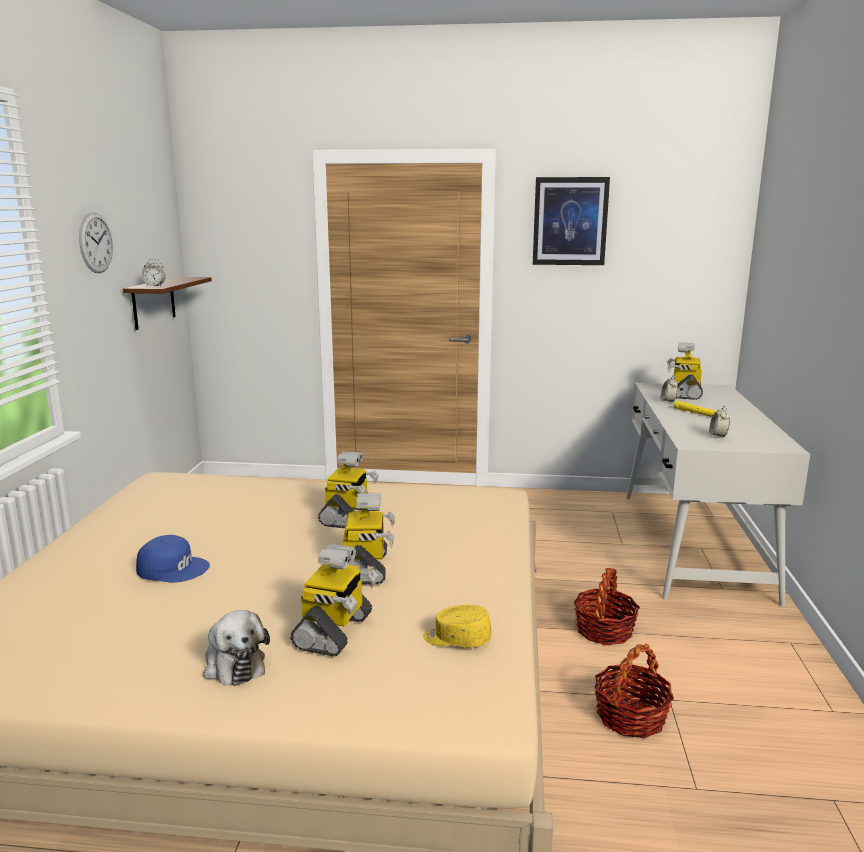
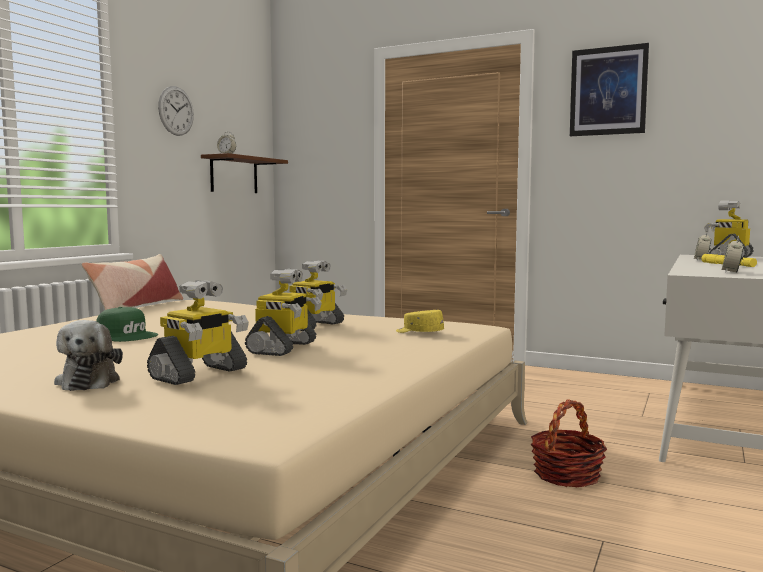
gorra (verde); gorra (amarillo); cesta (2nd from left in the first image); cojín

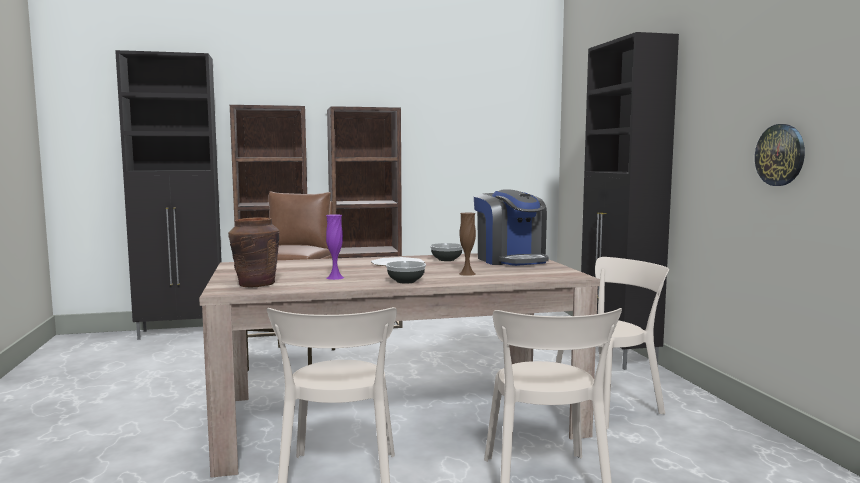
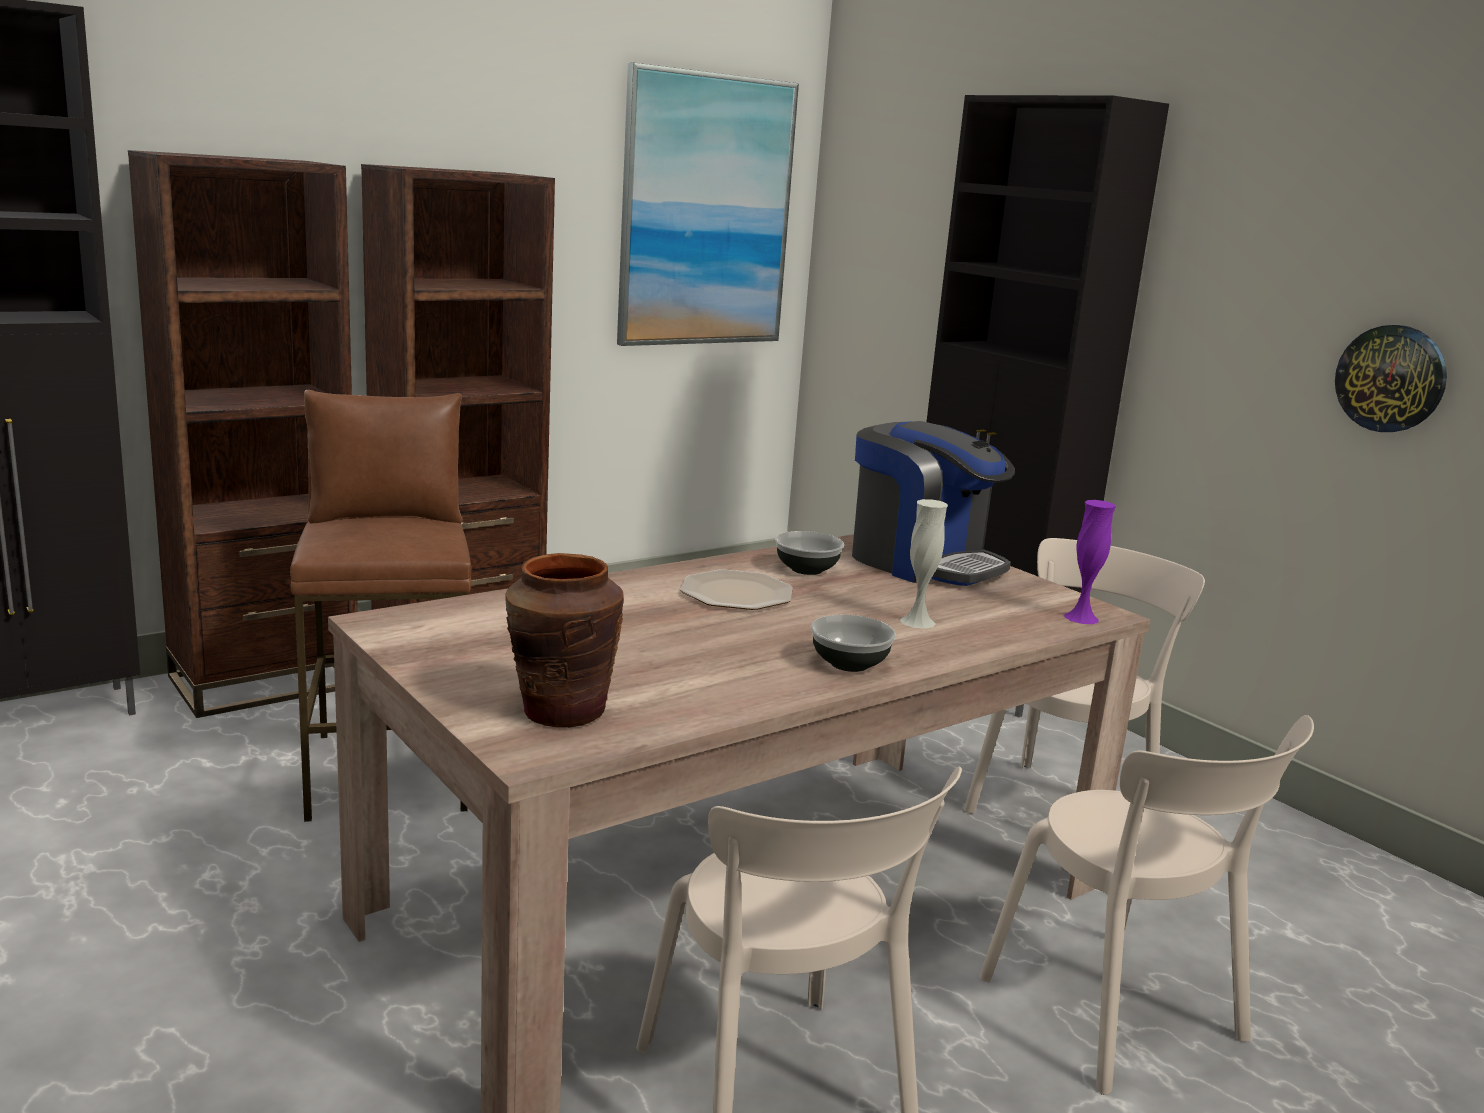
florero (morado); florero (blanco); cuadro

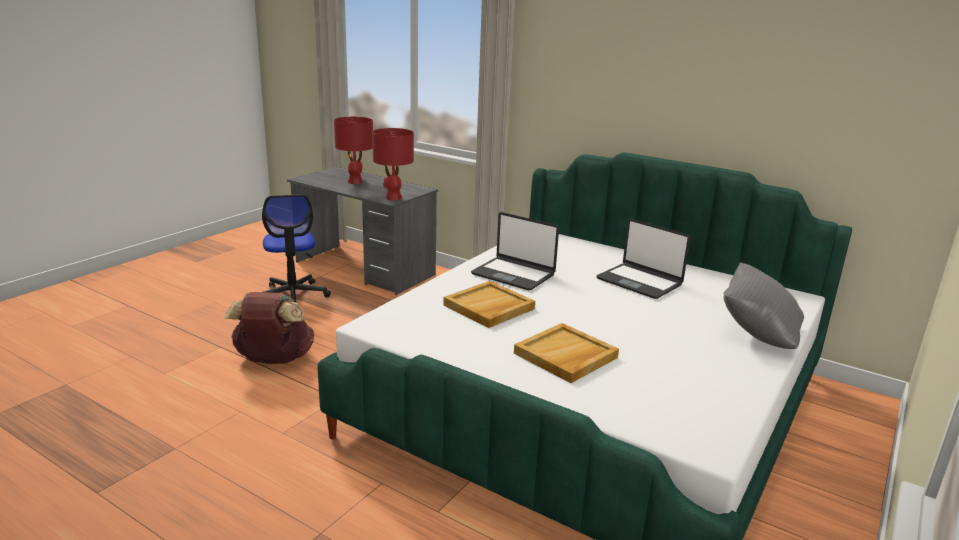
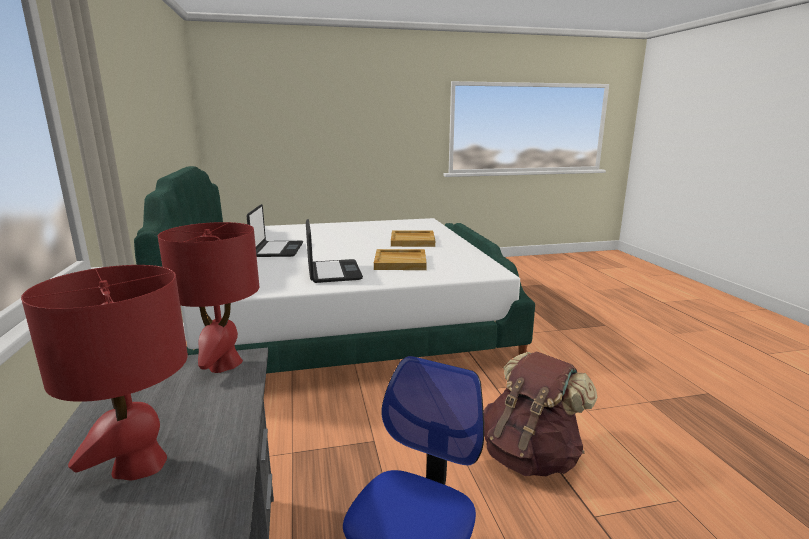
cojín (gris)

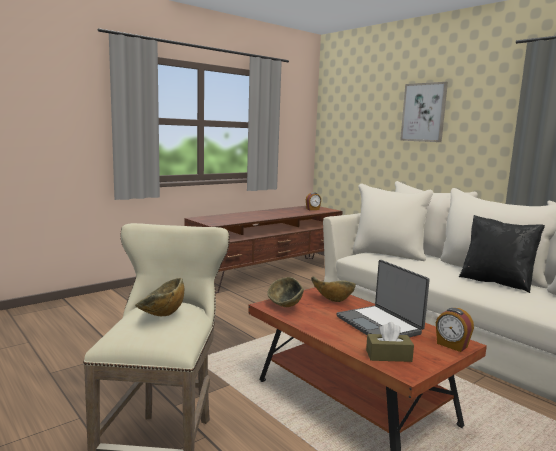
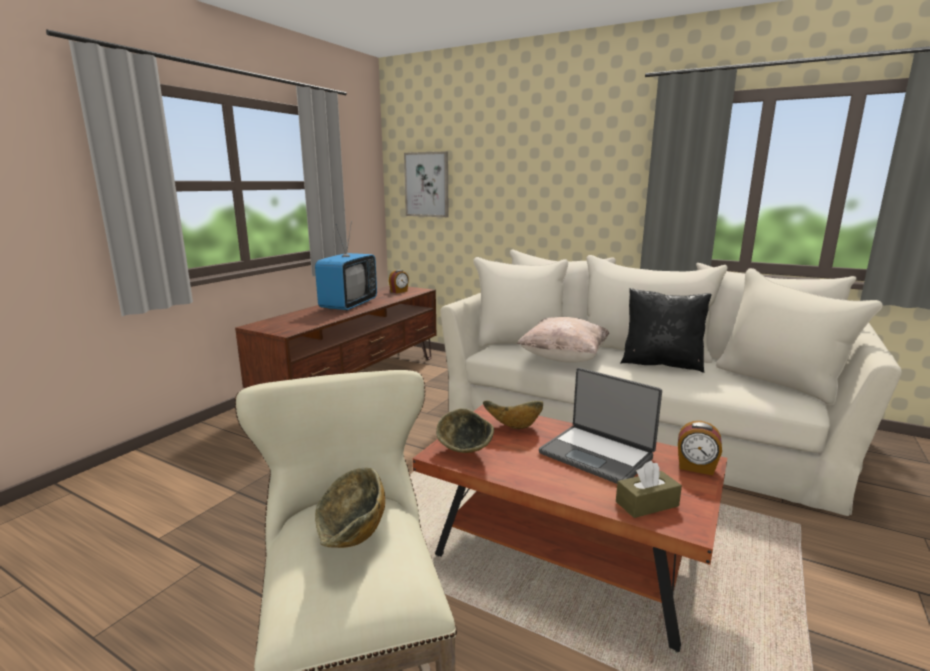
cuadro; televisor; cojín (beis)

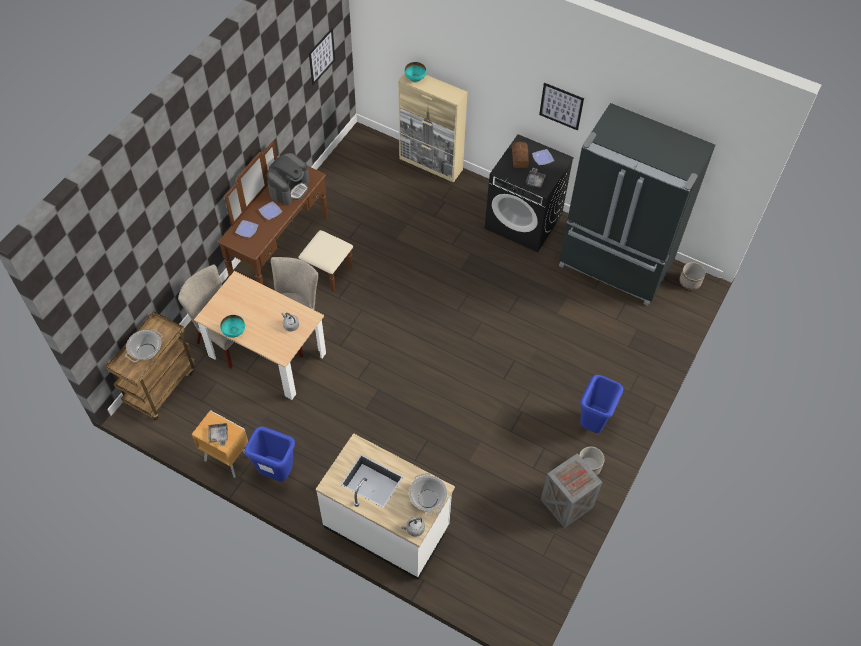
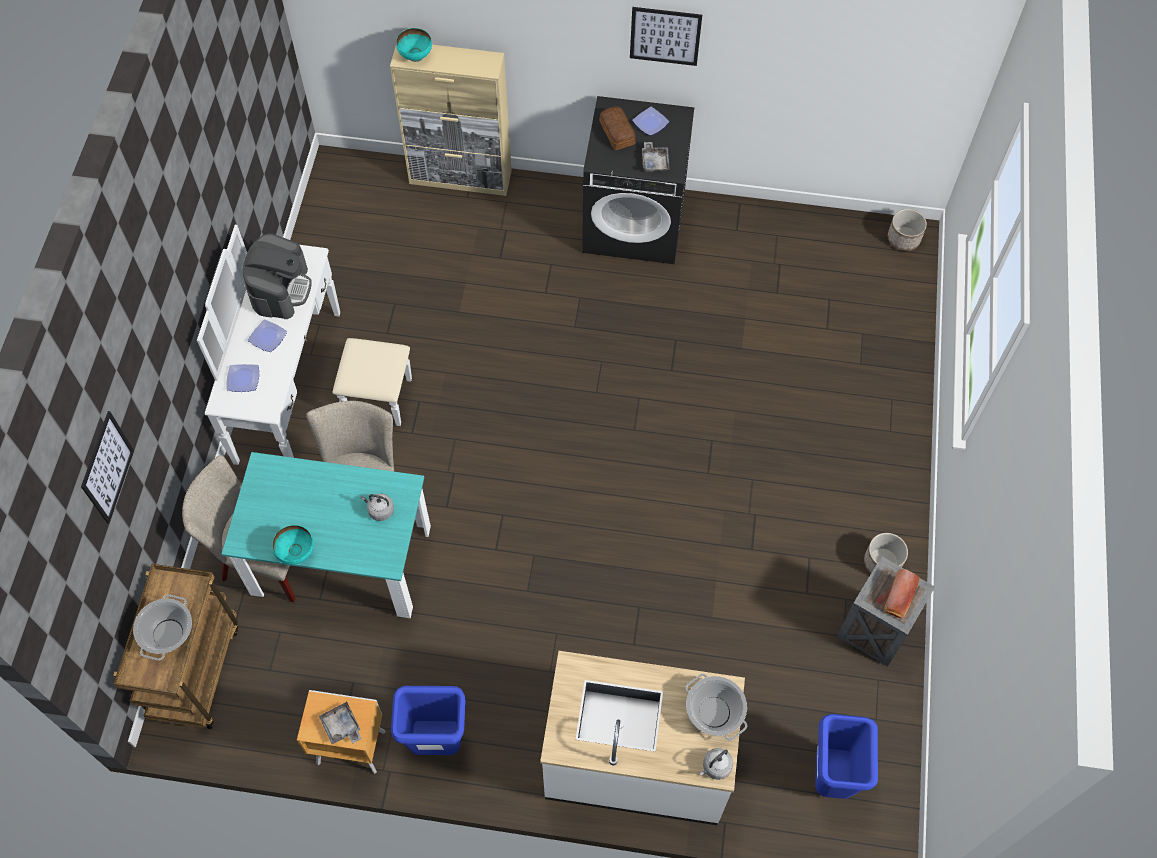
mesa de comedor (turquesa); cómoda (blanco); cuadro (1st from left); nevera (negro); papelera (azul) (2nd from left); pan (2nd from left)

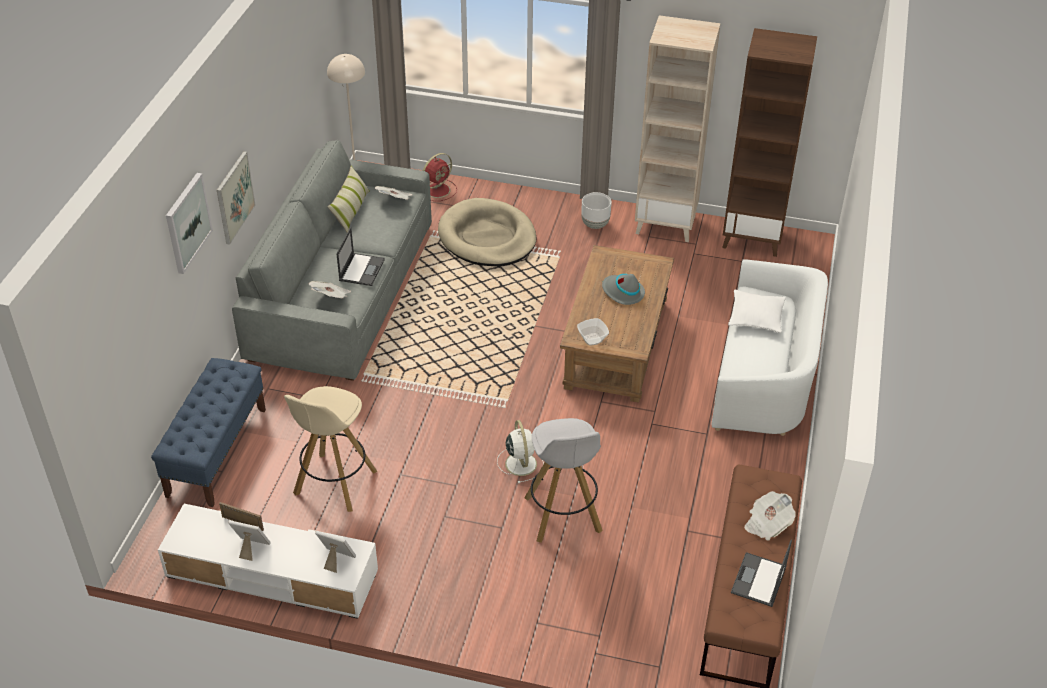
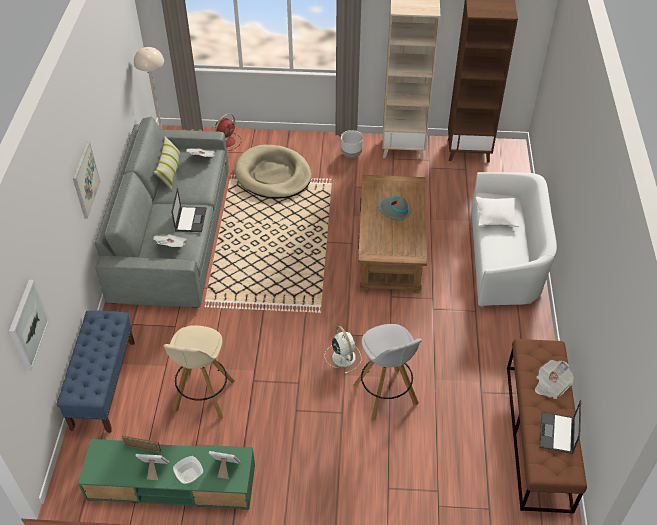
mueble de televisión (verde); cuadro (1st from left); cuenco

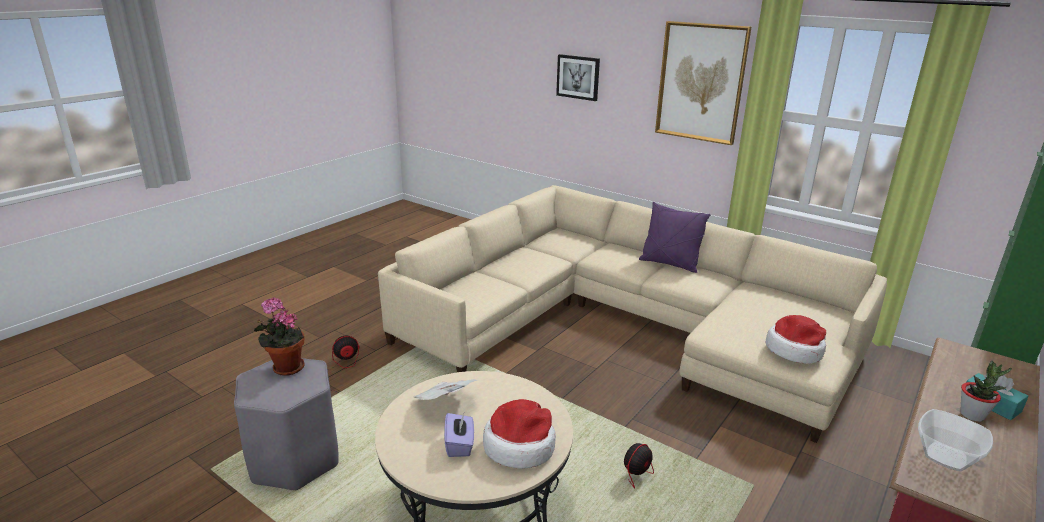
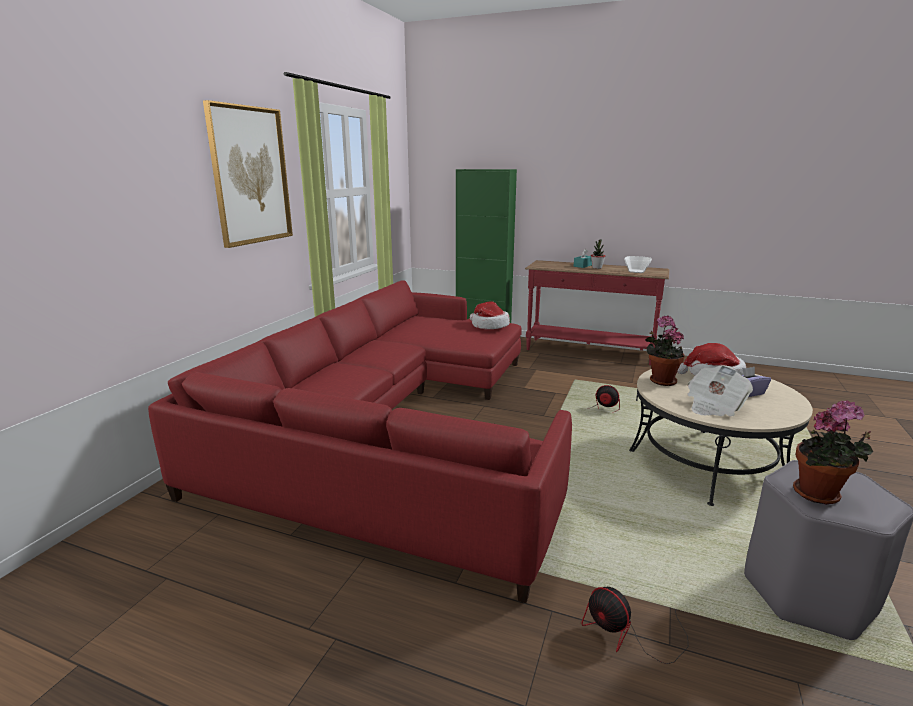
sofá (rojo); cuadro (1st from left in the first image); cojín (morado); planta en maceta (2nd from left)

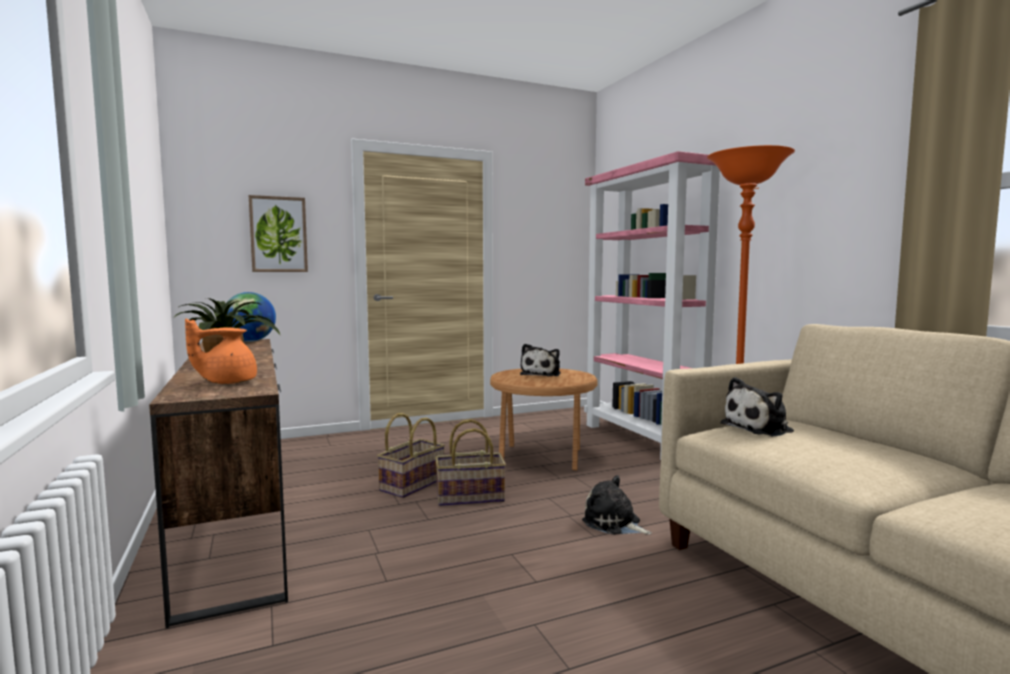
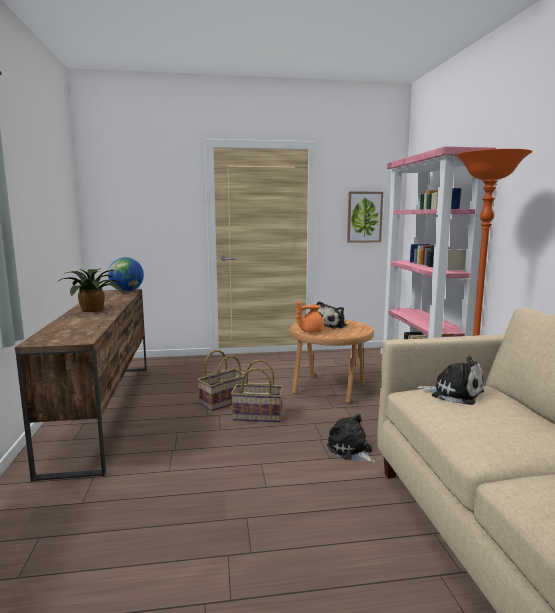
tetera (naranja); cuadro; peluche (3rd from left)

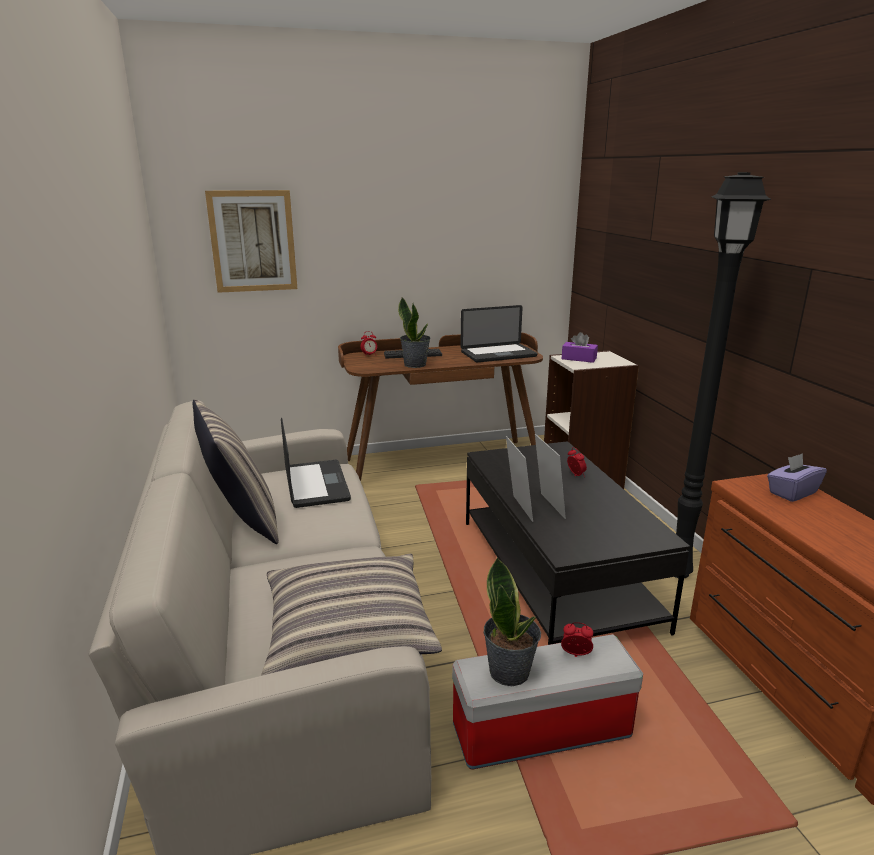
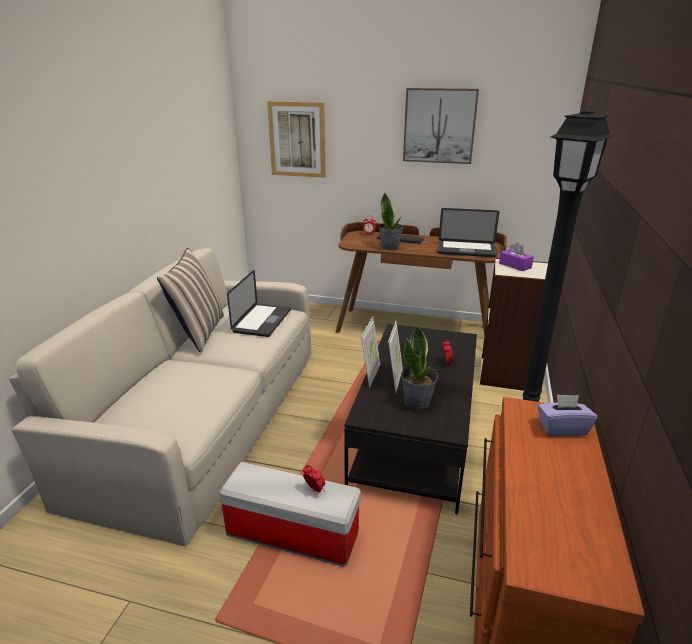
cojín (2nd from left in the first image); planta en maceta (2nd from left); cuadro (2nd from left)

